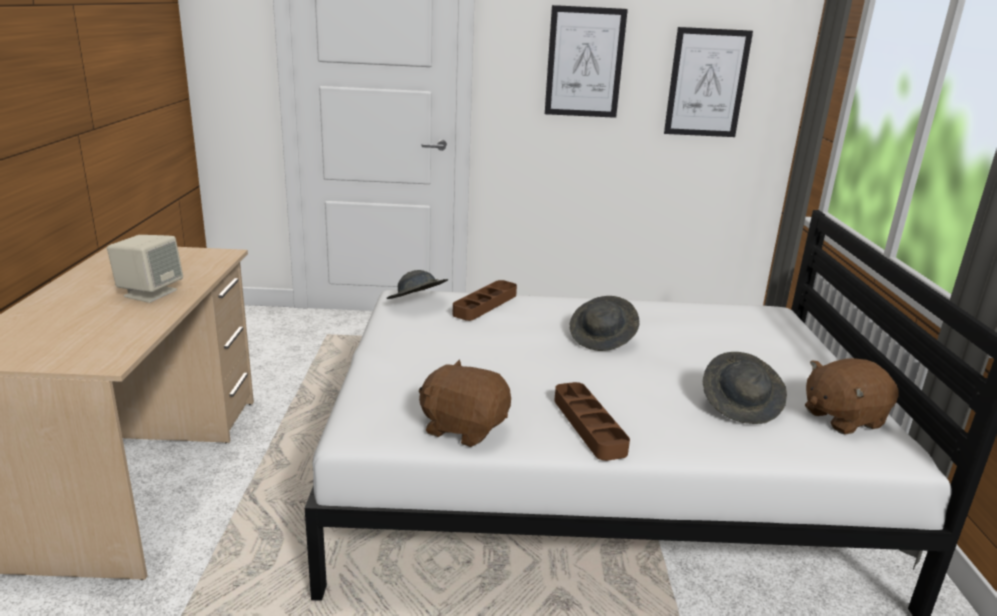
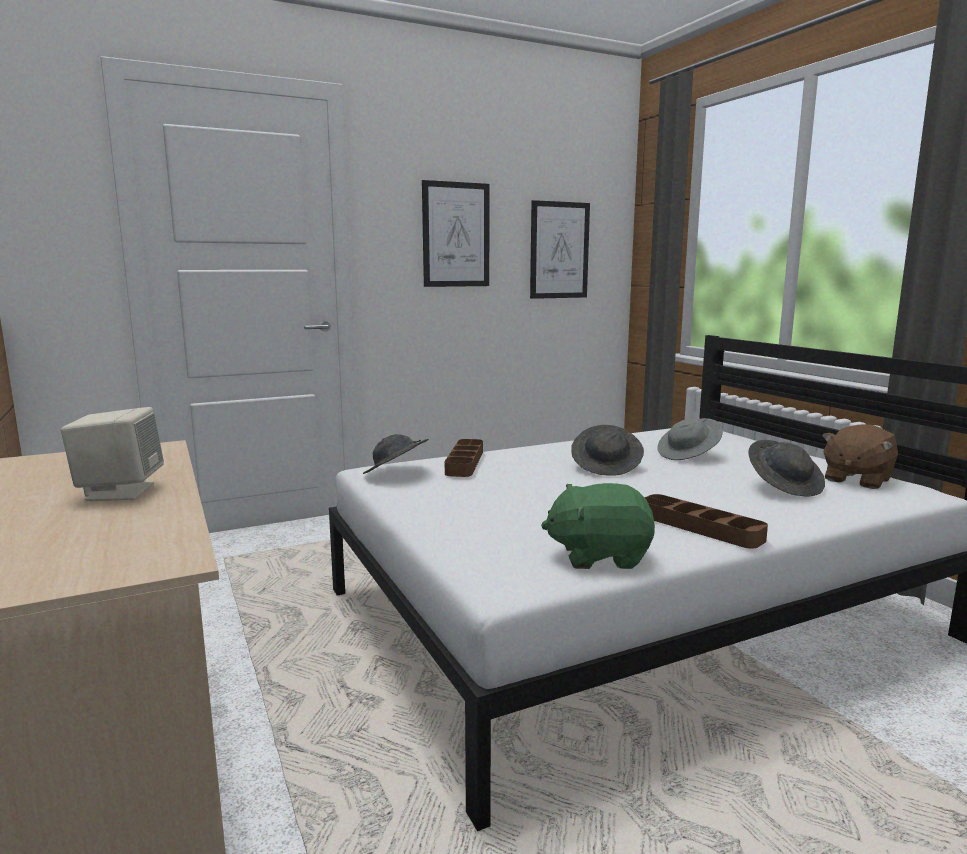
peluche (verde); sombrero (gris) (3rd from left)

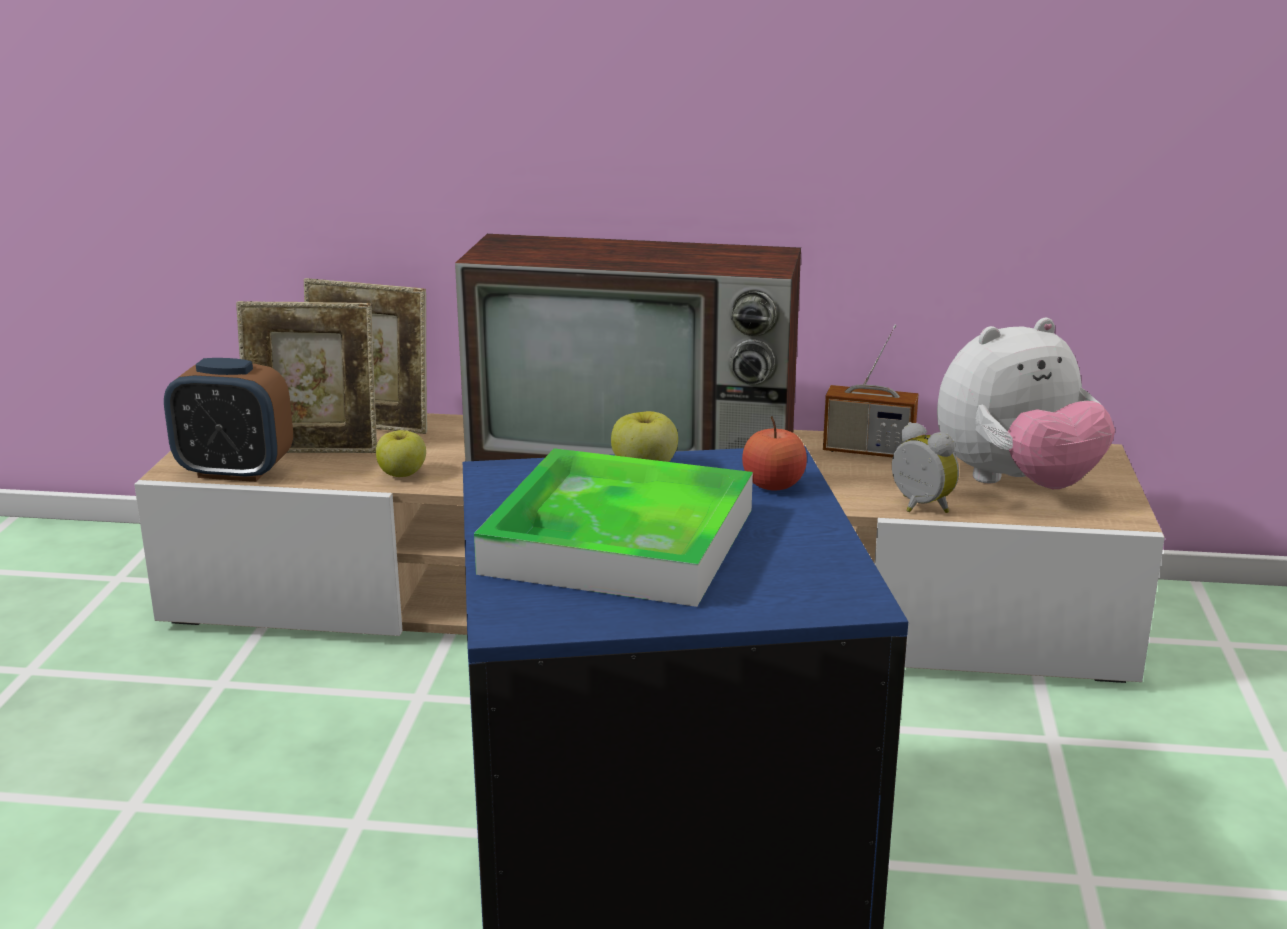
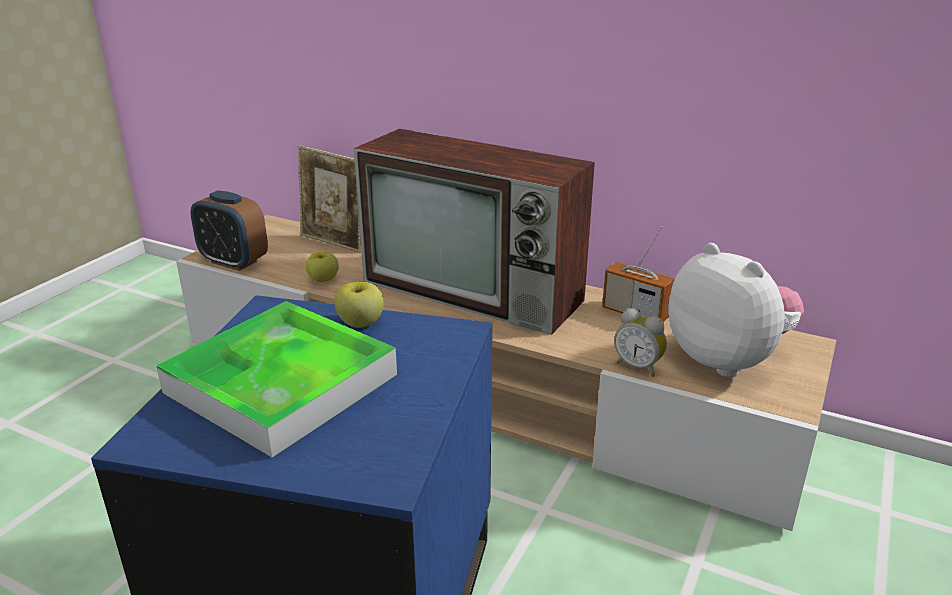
portarretratos (1st from left in the first image); manzana (3rd from left in the first image); despertador (2nd from left); peluche

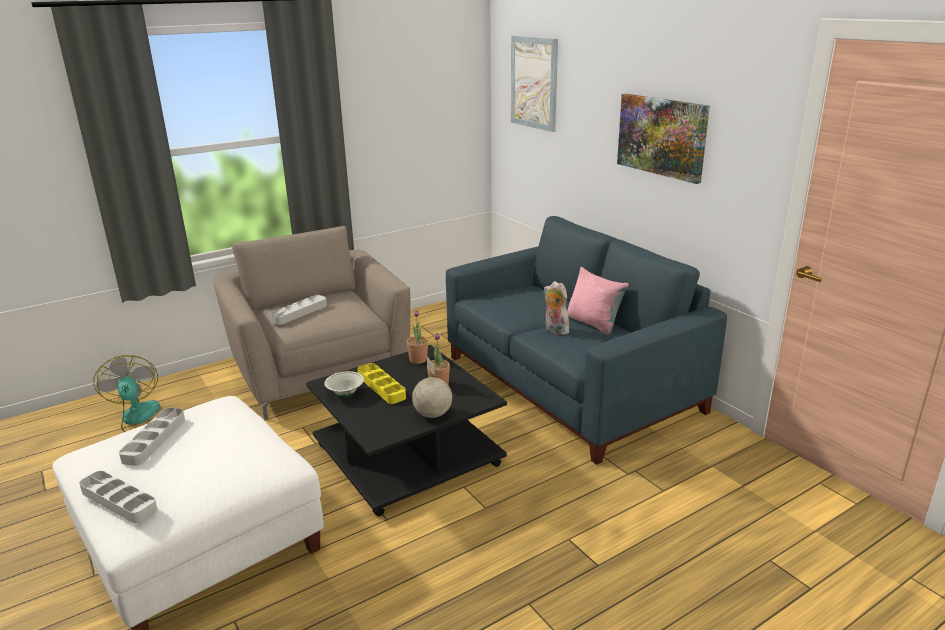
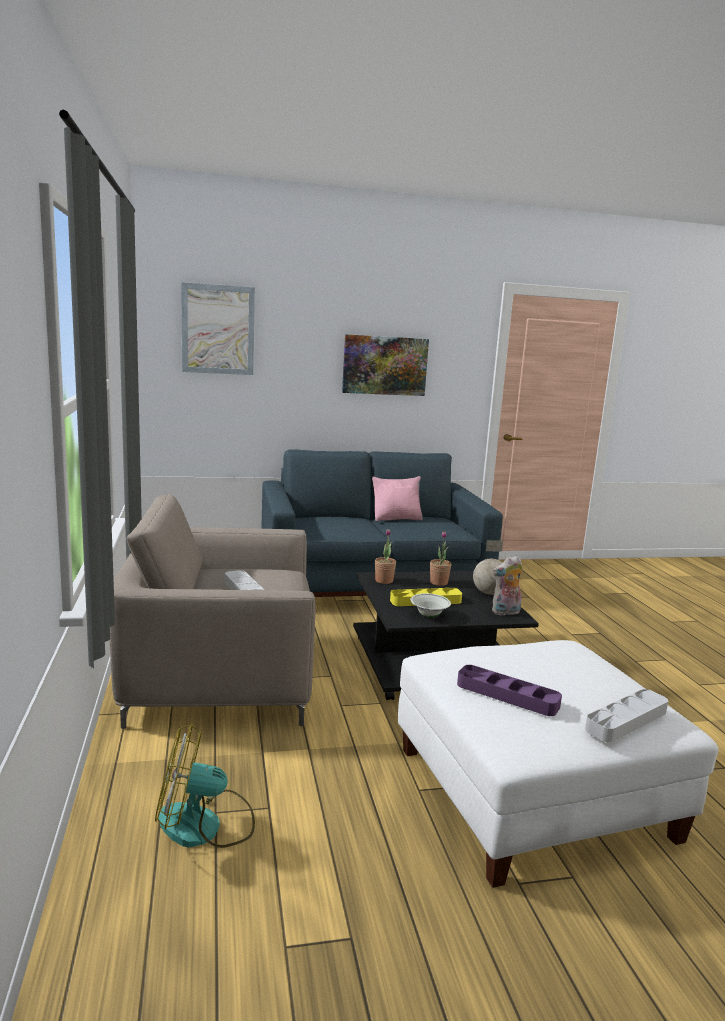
bandeja (morado); peluche

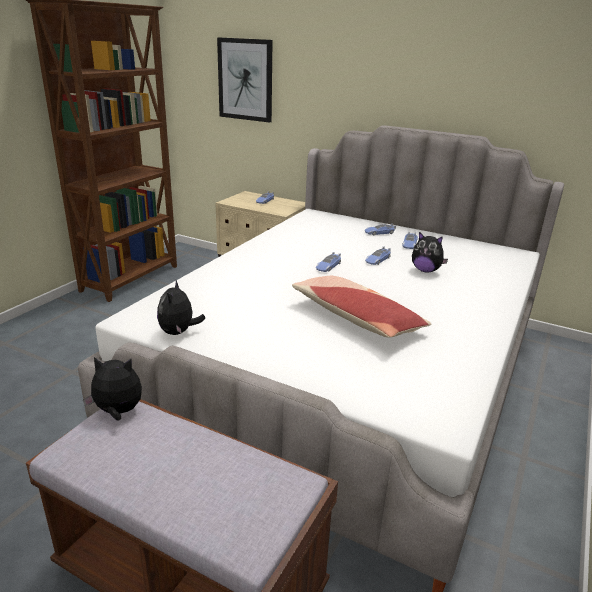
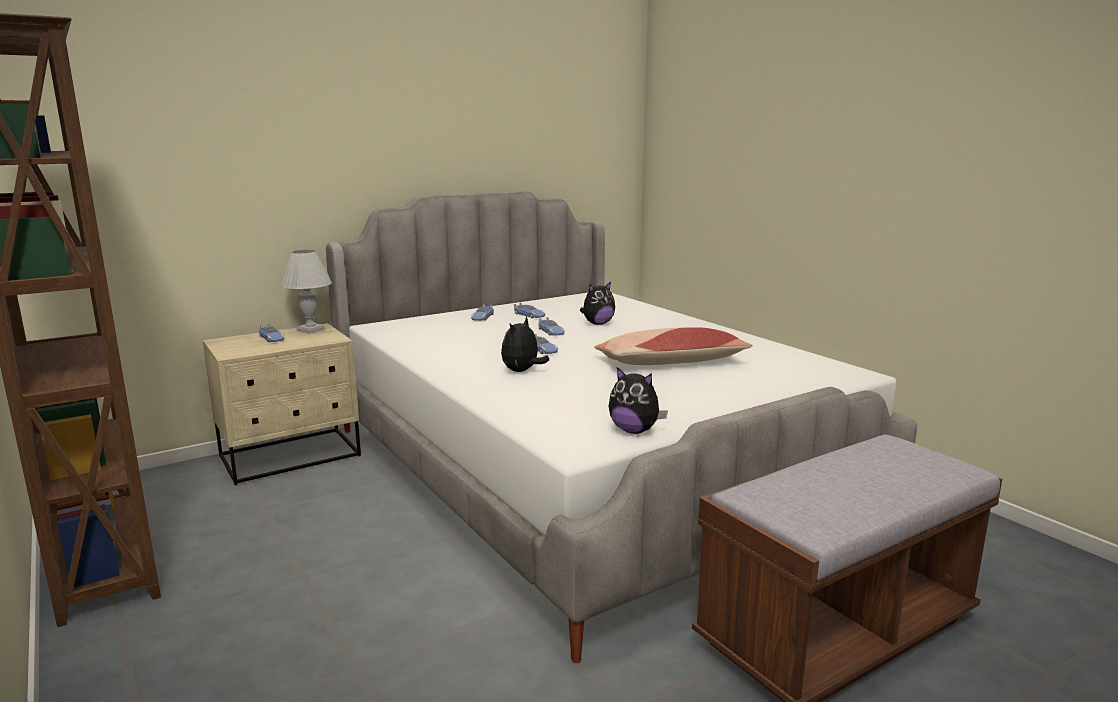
peluche (1st from left); cuadro; lámpara de mesa (blanco)

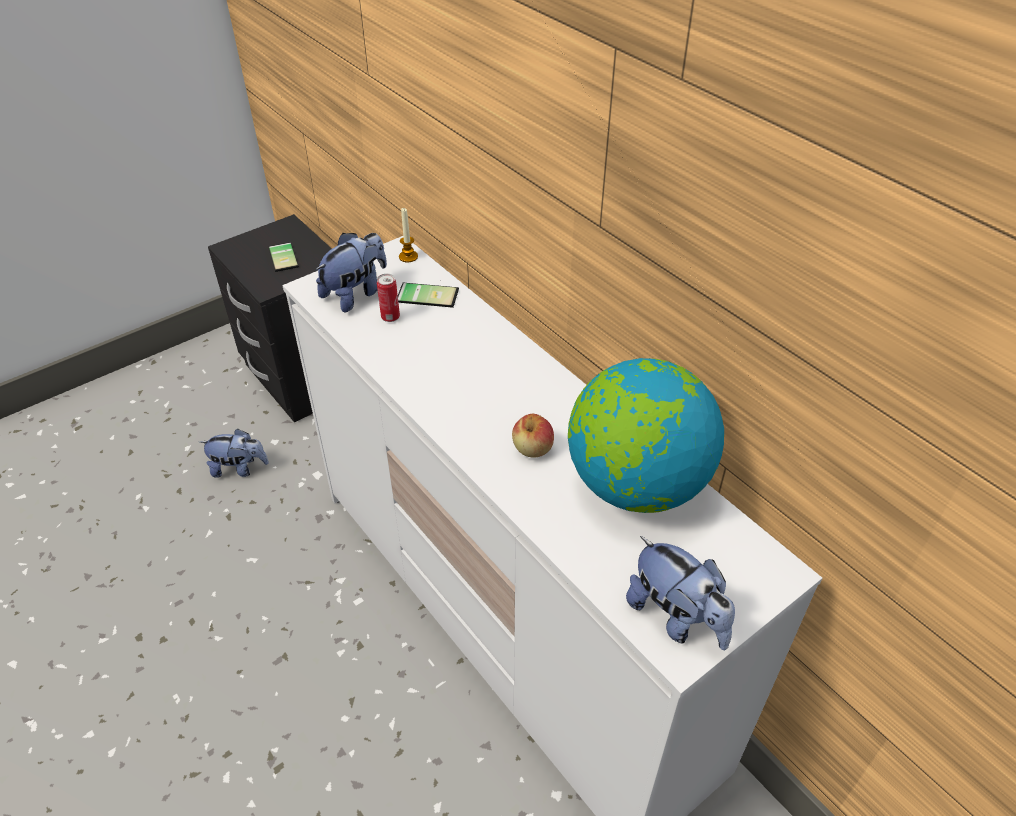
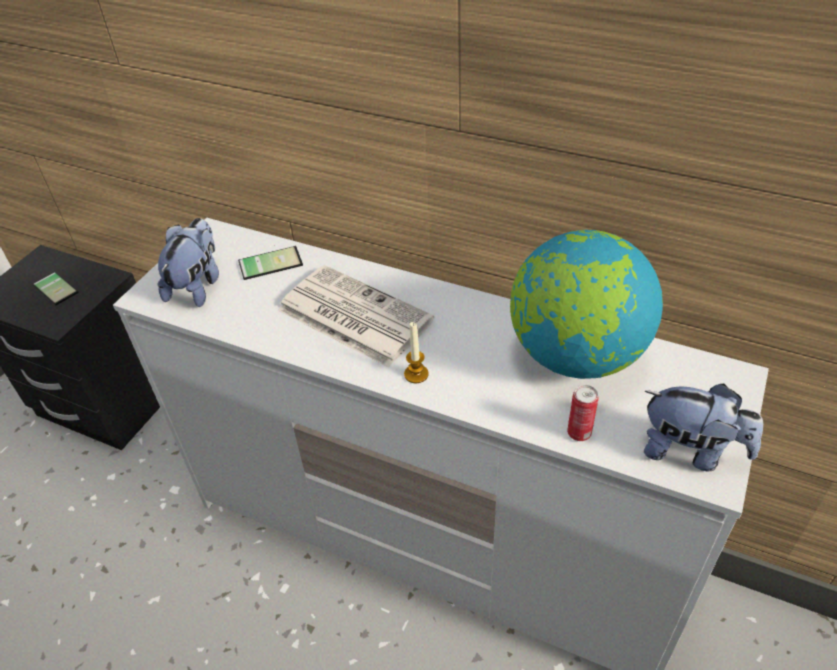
peluche (1st from left in the first image); lata; vela; manzana; periódico

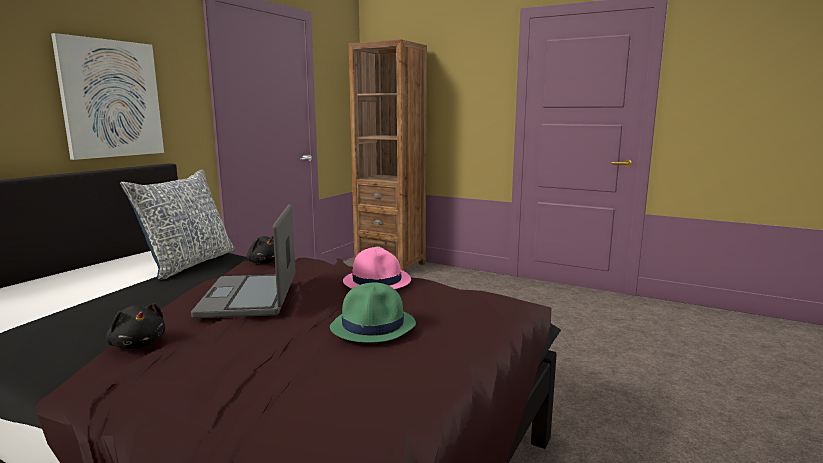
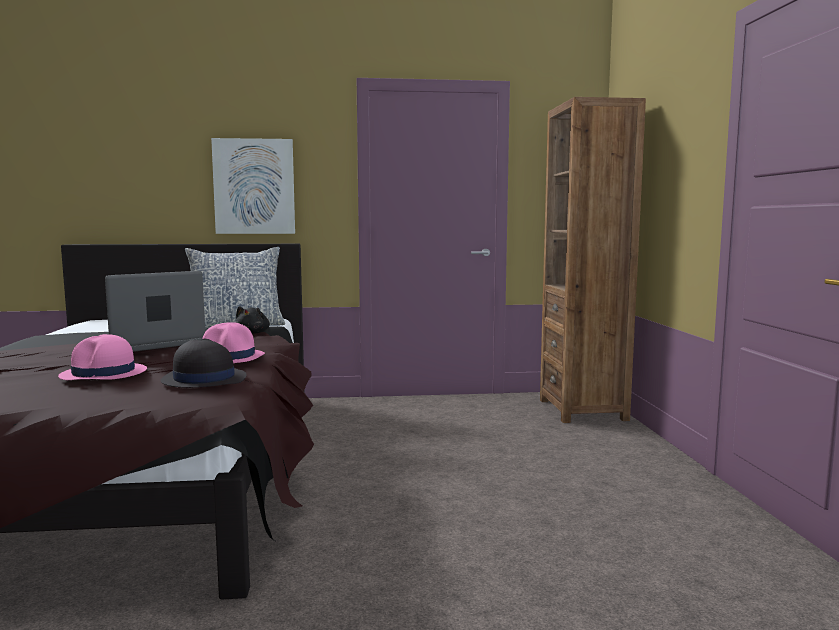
peluche (negro) (1st from left in the first image); sombrero (rosa) (1st from left); sombrero (negro)

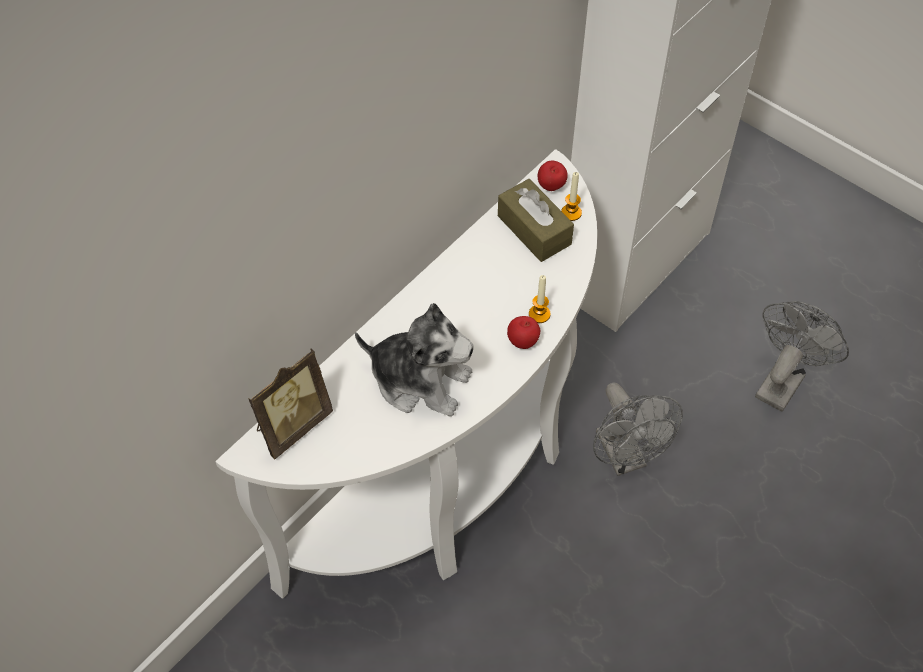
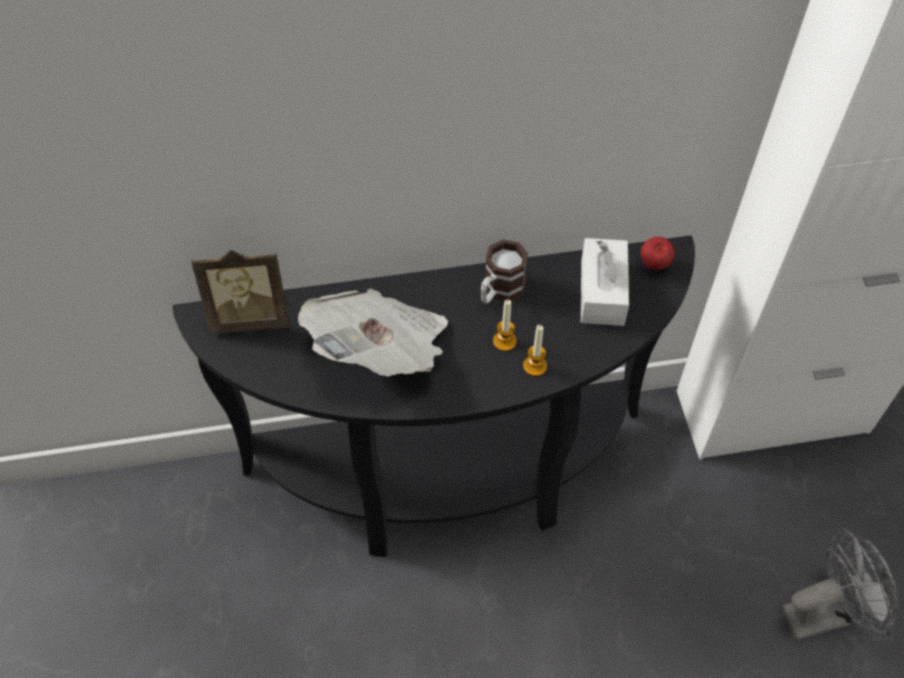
mesa consola (negro); periódico; caja de pañuelos (blanco); manzana (1st from left in the first image); vela (1st from left); ventilador (gris) (1st from left in the first image); taza grande

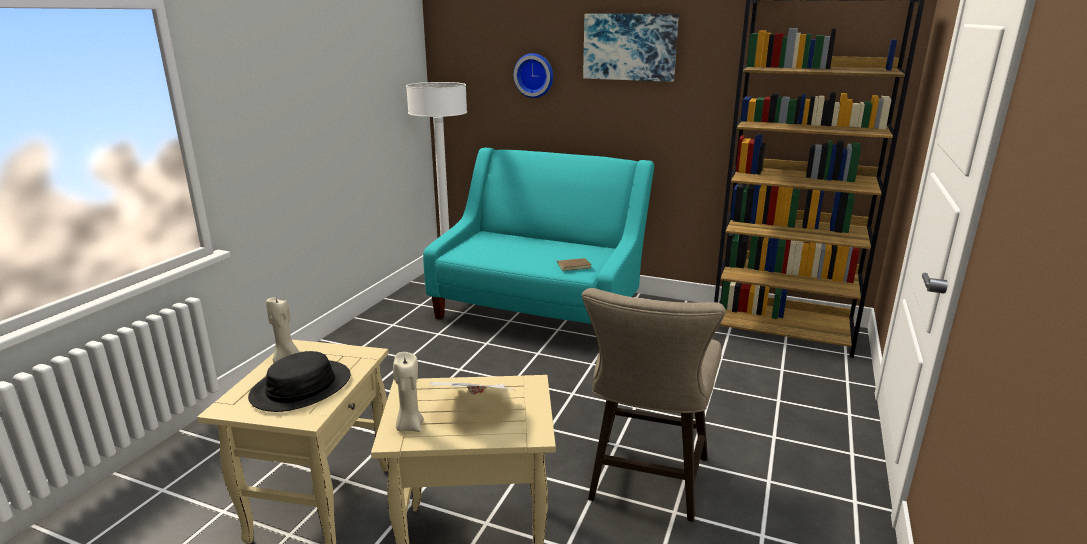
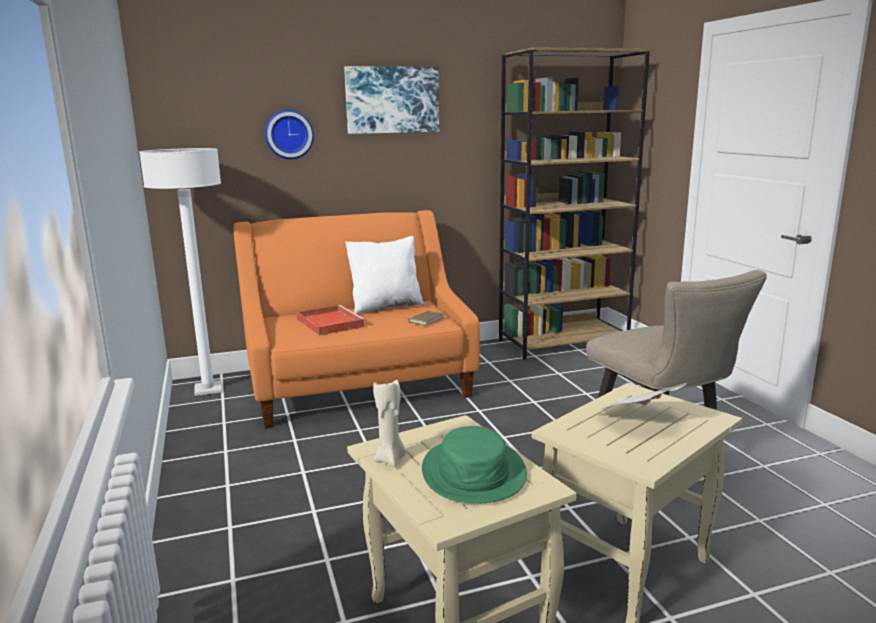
sombrero (verde); vela (beis) (2nd from left in the first image); sofá (naranja); bandeja (rojo); cojín (blanco)

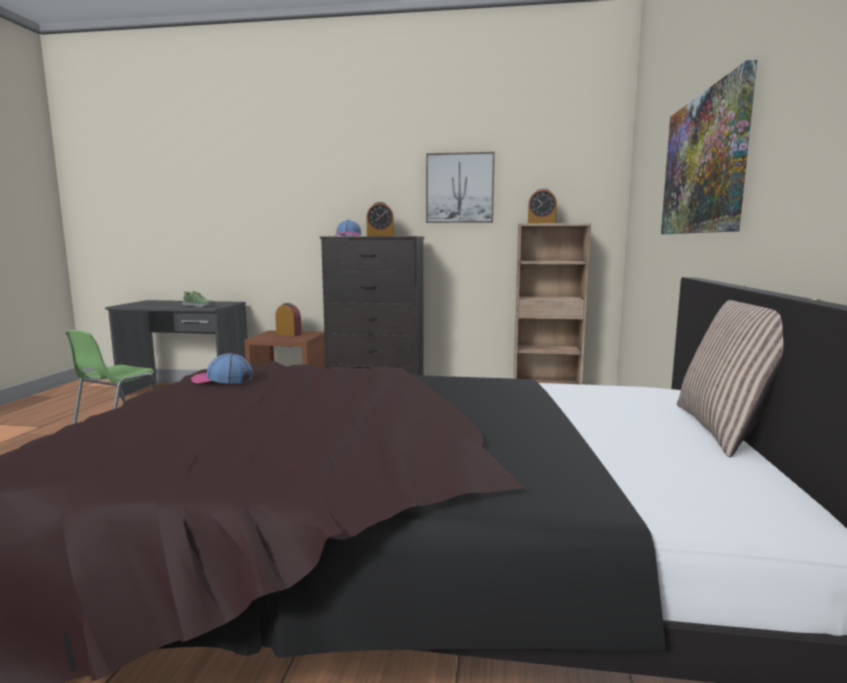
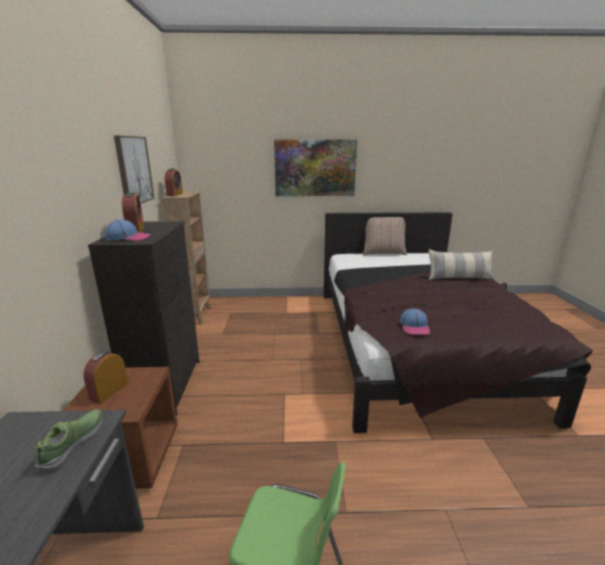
cojín (2nd from left)

